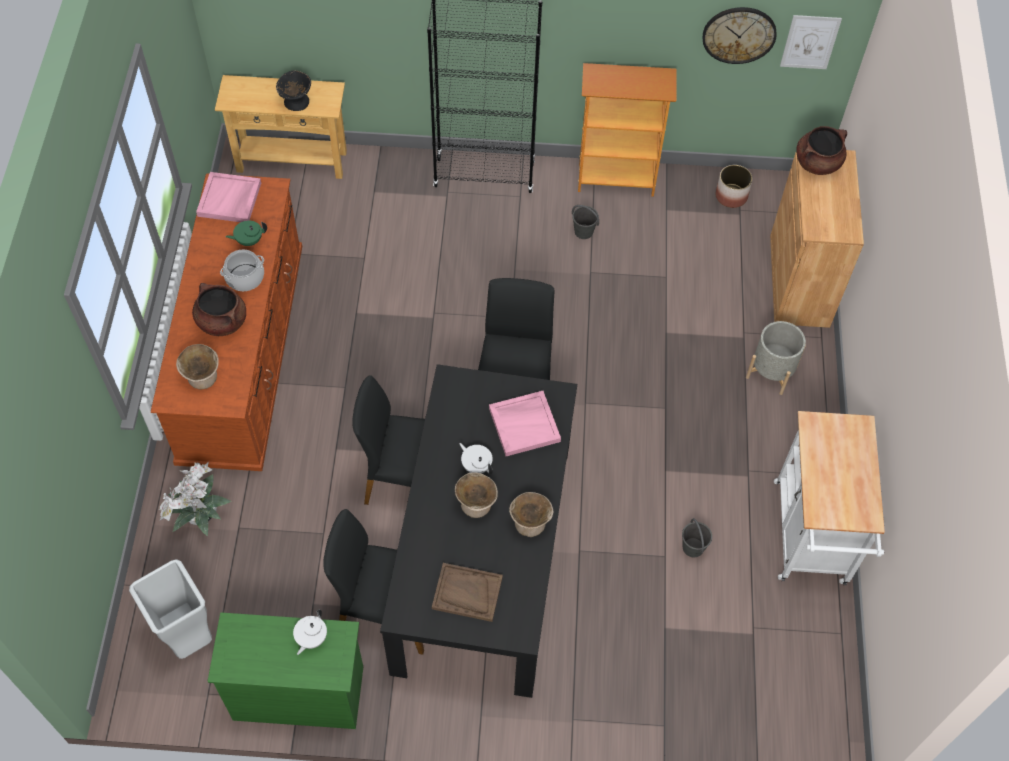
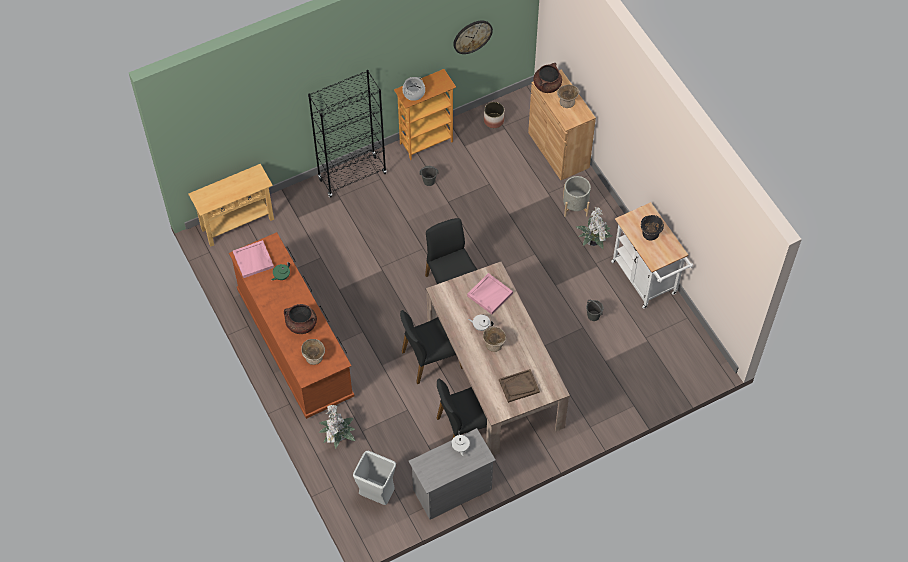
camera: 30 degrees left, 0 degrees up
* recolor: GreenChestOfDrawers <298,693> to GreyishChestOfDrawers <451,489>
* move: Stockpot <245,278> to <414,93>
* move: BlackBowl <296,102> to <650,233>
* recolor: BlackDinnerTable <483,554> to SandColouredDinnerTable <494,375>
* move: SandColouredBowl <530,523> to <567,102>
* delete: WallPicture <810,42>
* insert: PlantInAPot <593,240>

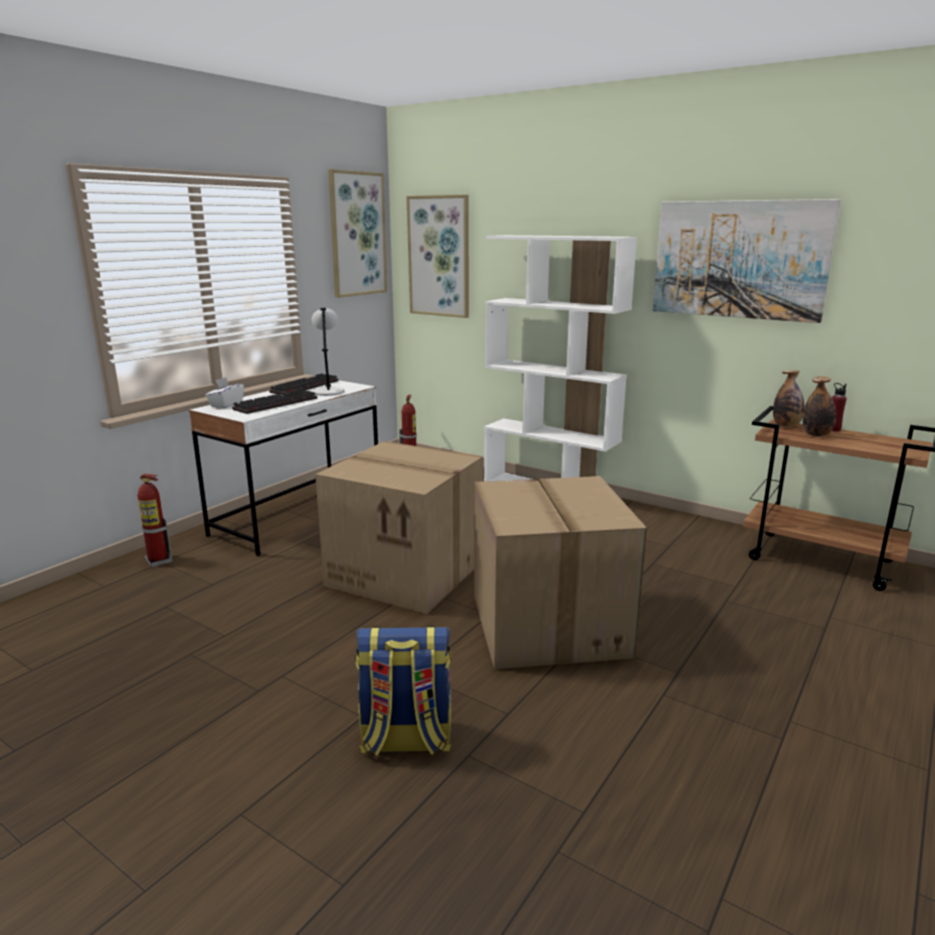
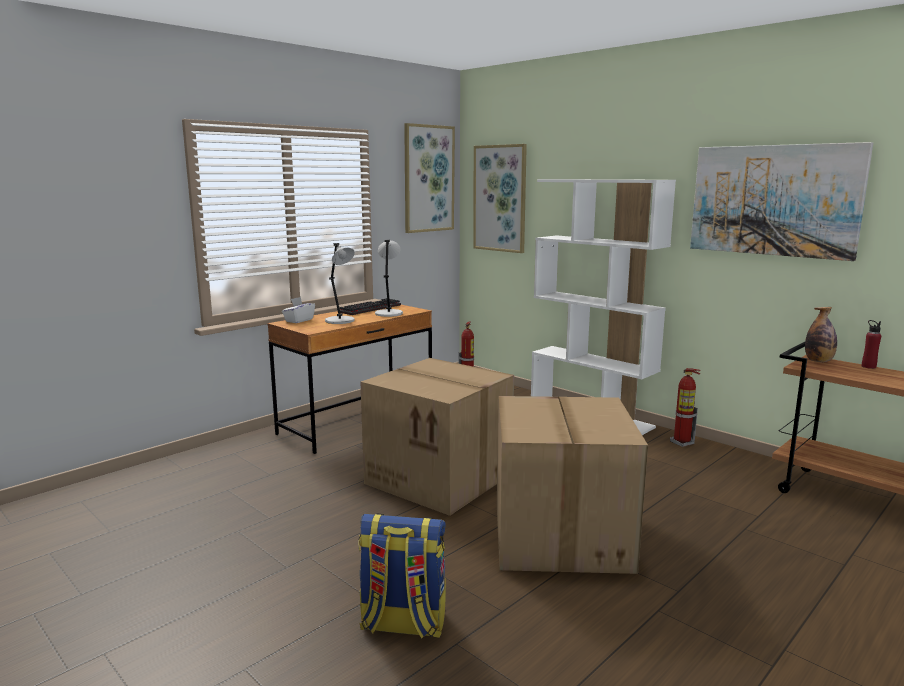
camera: 10 degrees right, 5 degrees down
* move: Extinguisher <159,561> to <682,443>
* recolor: WhitishDesk <299,516> to BrownDesk <357,423>
* replace: PcKeyboard <276,403> to GreyishTabletopLamp <341,321>
* delete: BeverageBottle <816,434>

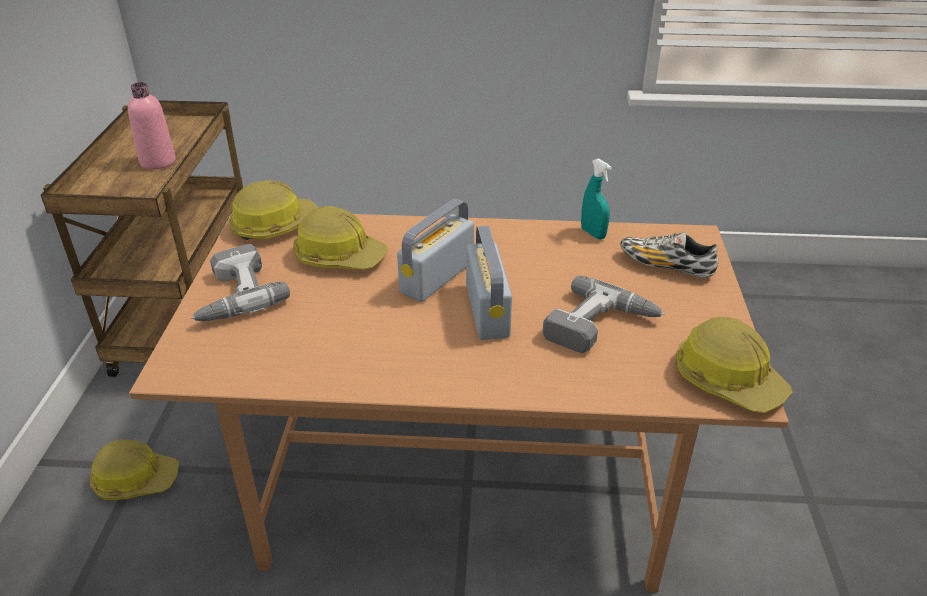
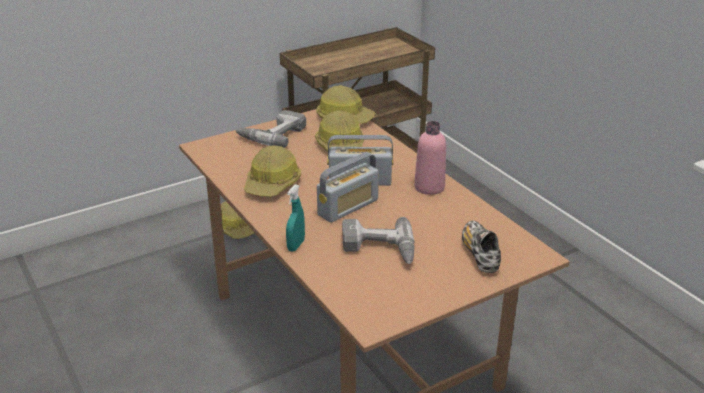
camera: 55 degrees right, 5 degrees down
* move: PinkBeverageBottle <158,162> to <429,187>
* move: TurquoiseSprayBottle <593,233> to <296,245>
* move: HardHat <727,379> to <272,184>

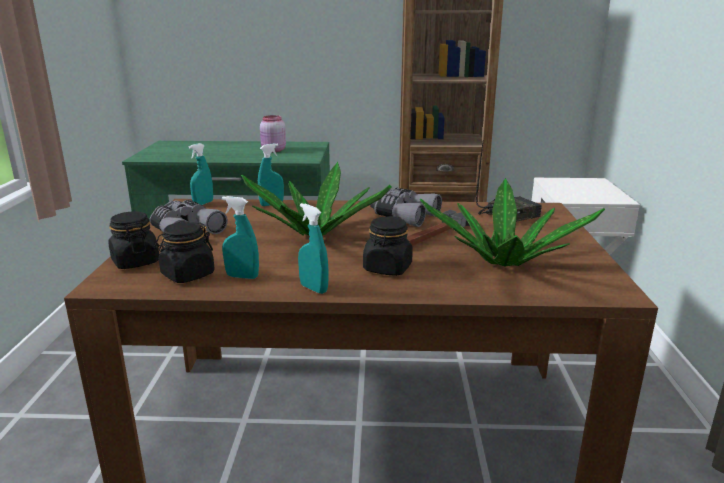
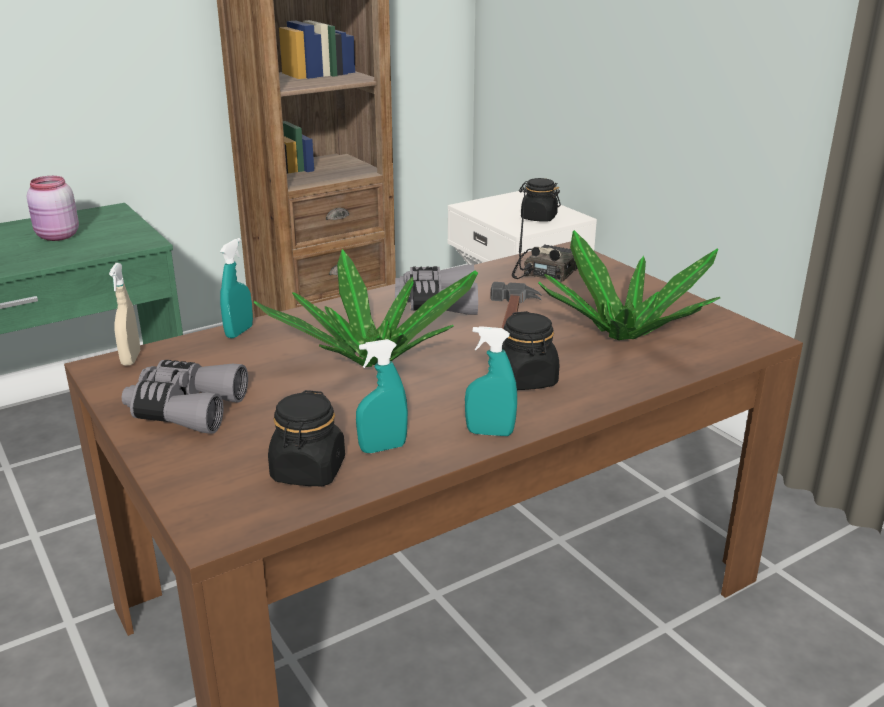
camera: 35 degrees left, 5 degrees up
* move: BlackStorageJar <135,261> to <538,218>
* recolor: TurquoiseSprayBottle <203,203> to SandColouredSprayBottle <131,359>

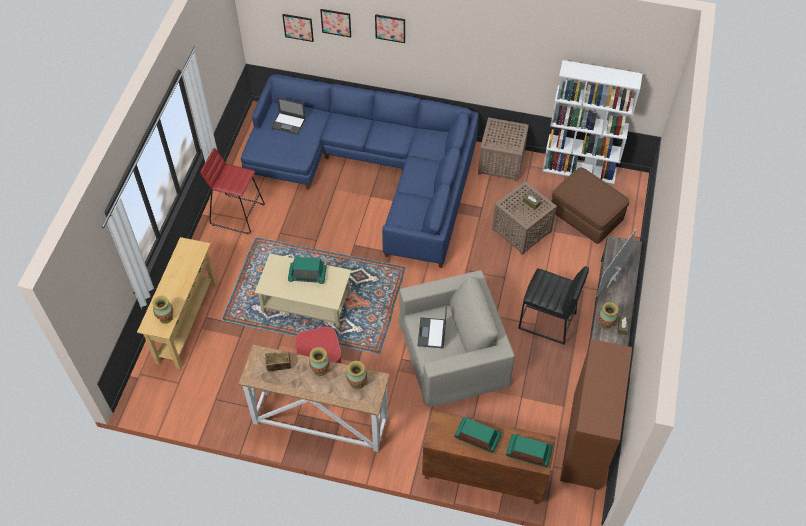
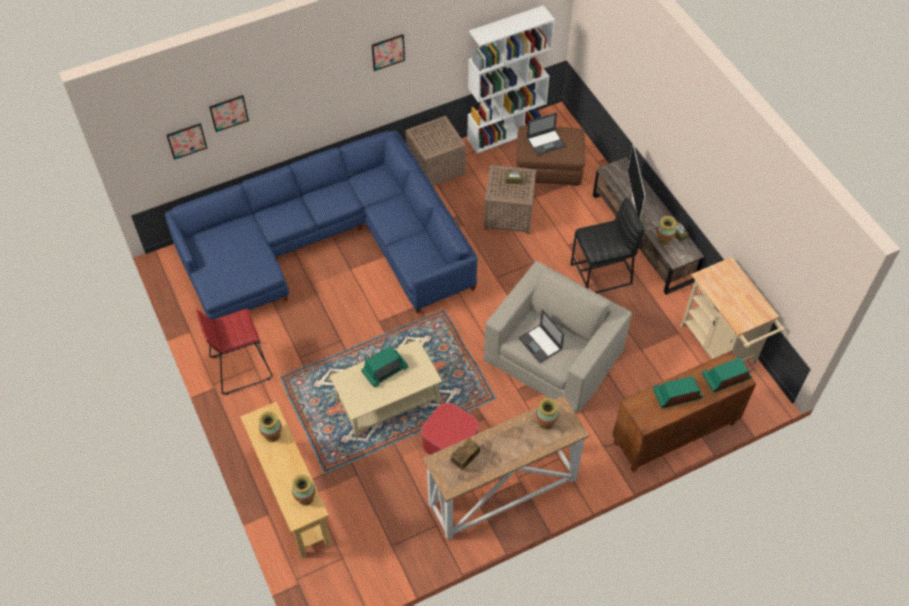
camera: 40 degrees left, 0 degrees up
* move: PortableComputer <289,123> to <546,142>
* move: FlowerVase <320,369> to <272,435>
* move: WallPicture <390,28> to <388,52>
* replace: BrownChestOfDrawers <586,441> to SandColouredTrolley <720,348>

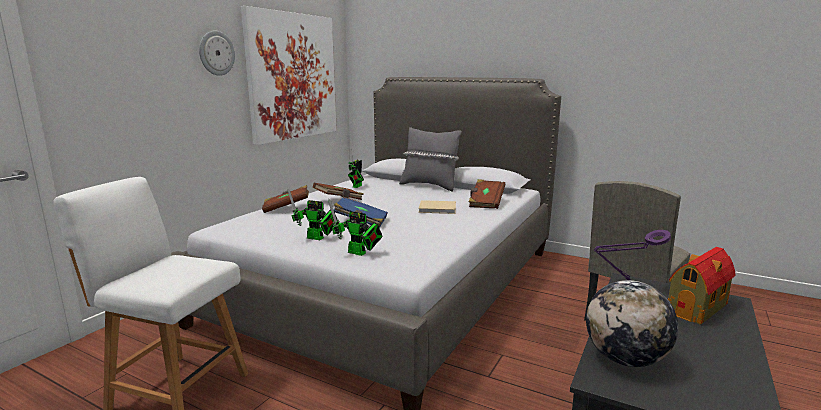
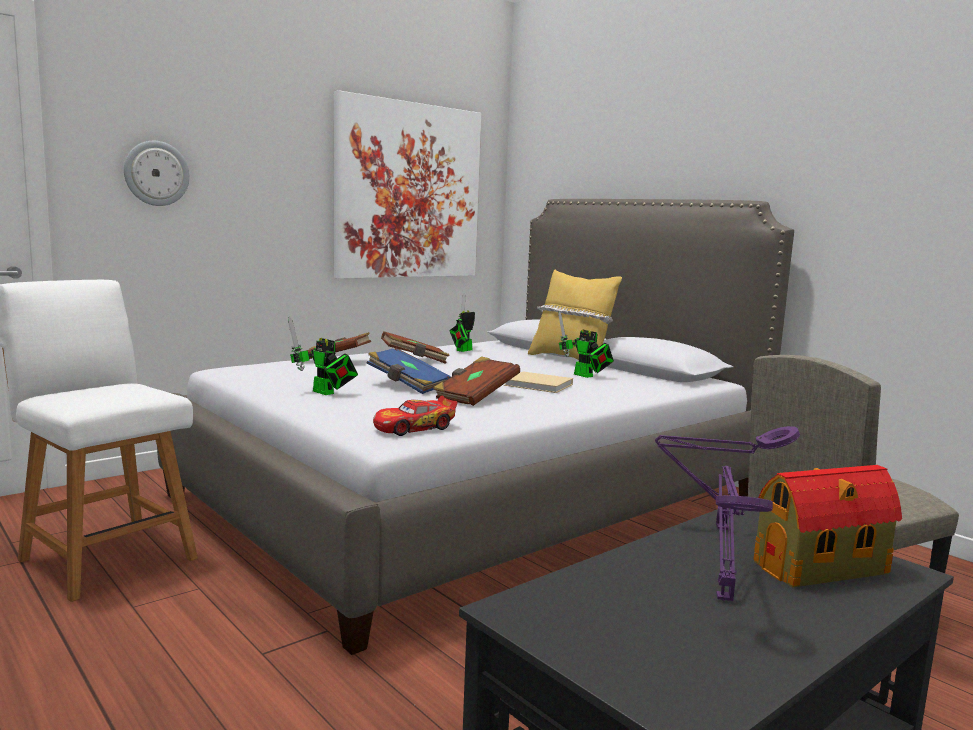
camera: 20 degrees right, 5 degrees down
* move: ClockOnTheWall <216,53> to <156,173>
* move: ToyRobot <359,253> to <585,376>
* recolor: GreyishPillow <429,186> to YellowPillow <570,360>
* move: BrownVolume <485,203> to <475,397>
* delete: Globe <625,359>
* insert: ModelCar <414,428>
* insert: PurpleColouredTabletopLamp <724,596>

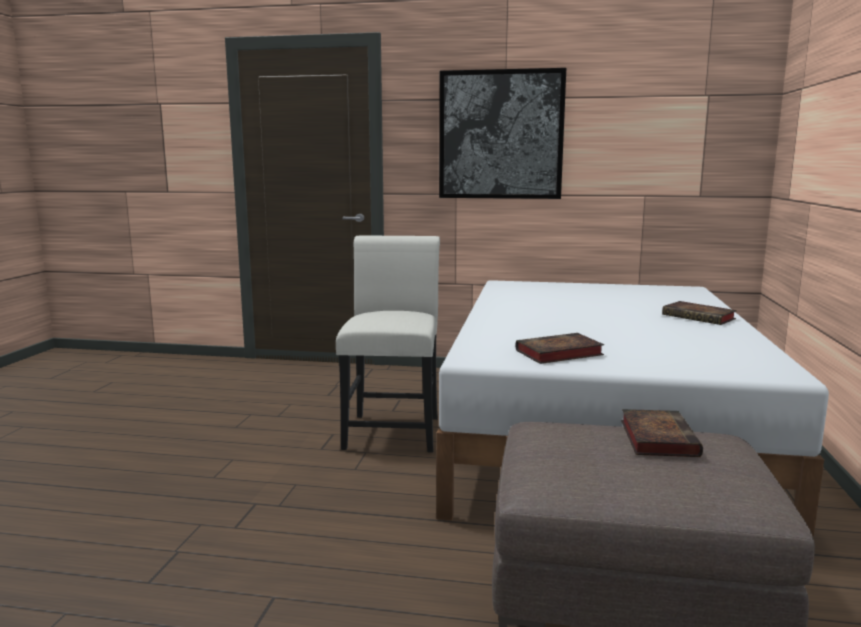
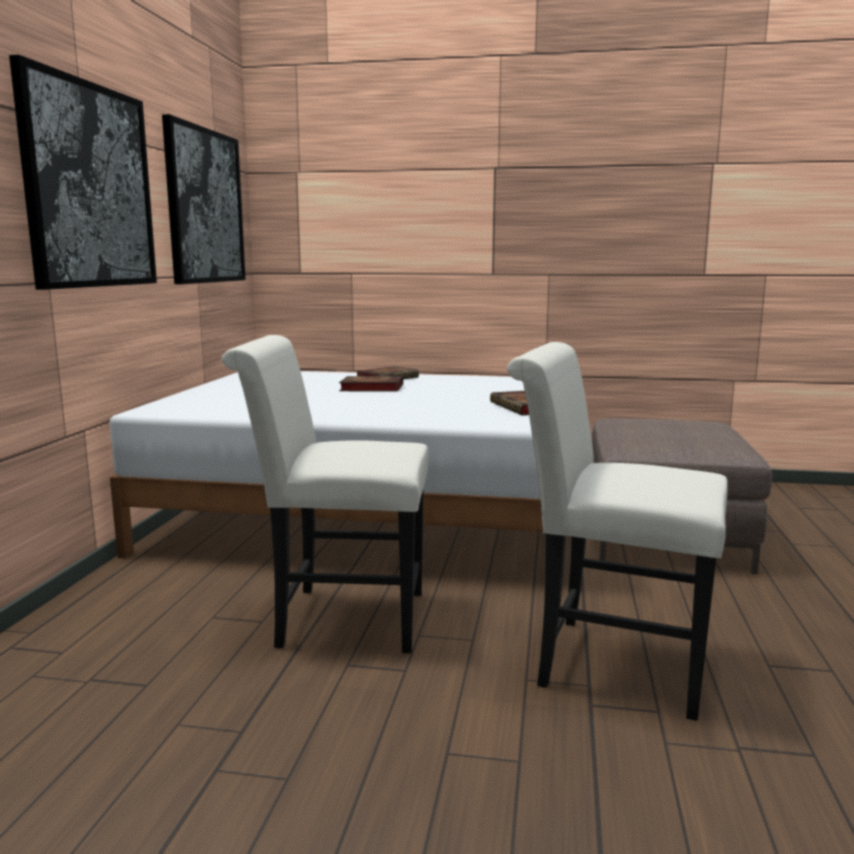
camera: 90 degrees left, 0 degrees up
* move: Volume <656,437> to <370,388>
* insert: WallPicture <205,206>
* insert: WhitishUprightChair <608,662>

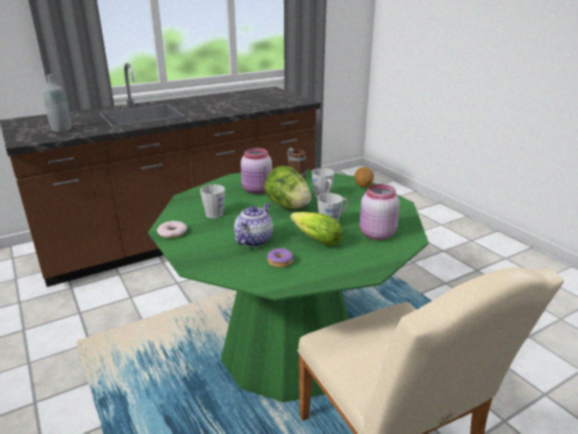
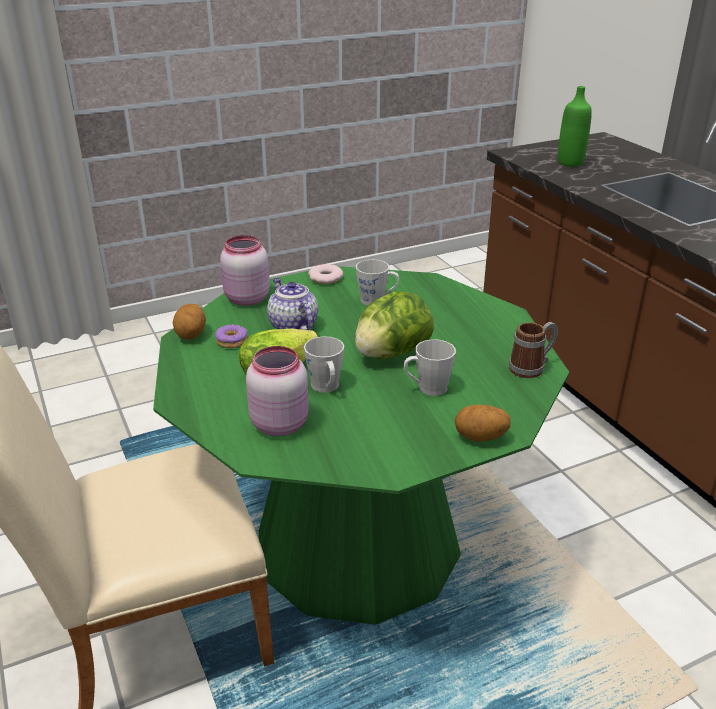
camera: 95 degrees right, 5 degrees up
* recolor: GreyishBeverageBottle <61,129> to GreenBeverageBottle <570,163>
* rotate: PotForTea <254,240> = <292,326> 150 degrees counterclockwise
* move: PinkStorageJar <257,190> to <245,299>
* insert: WholePotato <191,334>

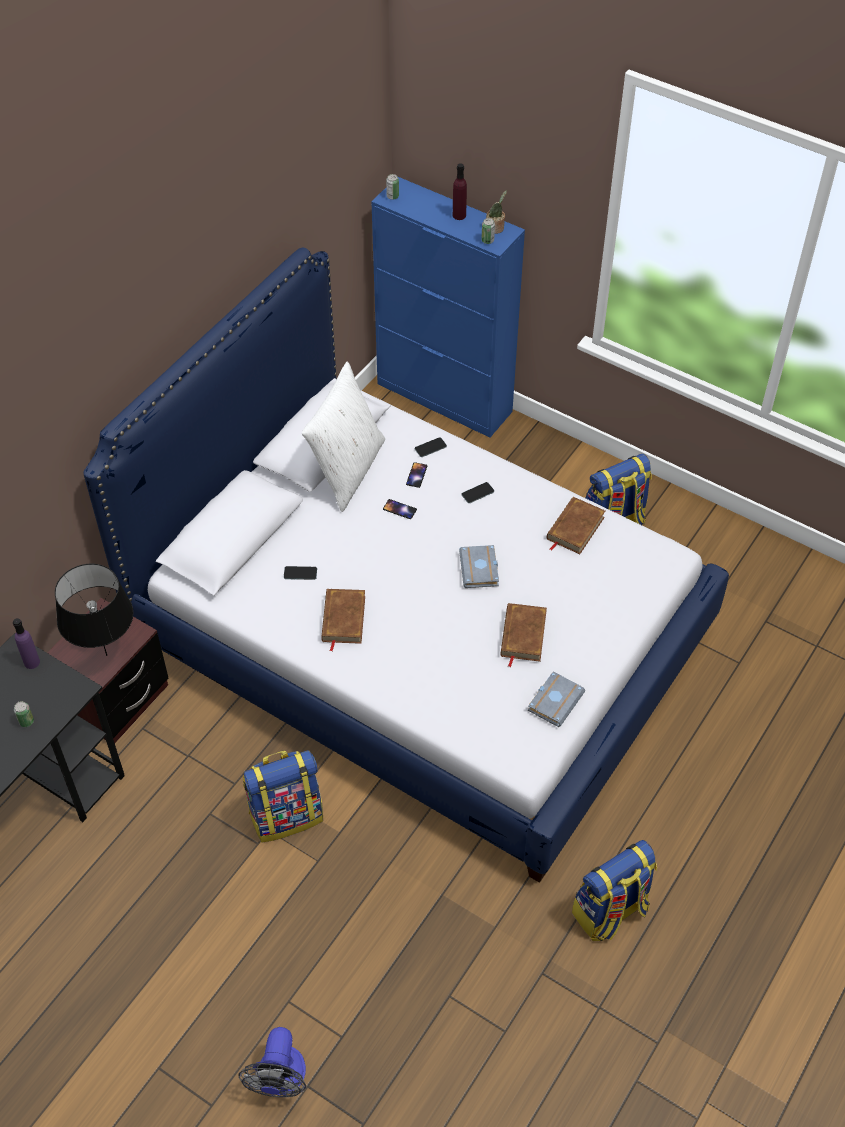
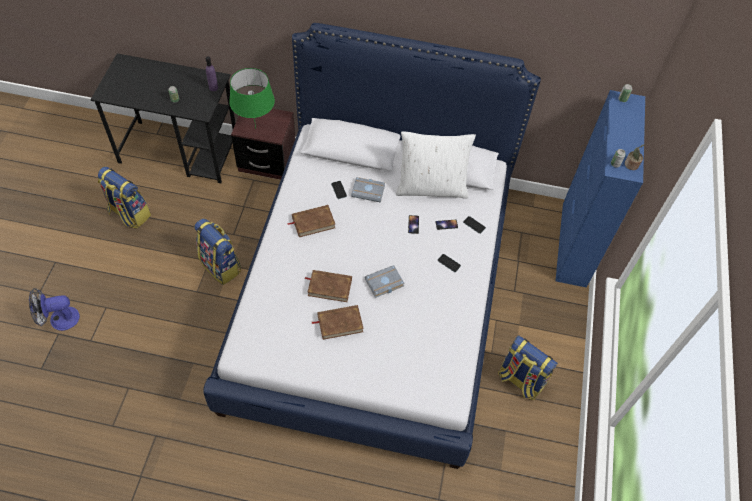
camera: 65 degrees right, 5 degrees up
* recolor: BlackTabletopLamp <106,655> to GreenTabletopLamp <255,128>
* delete: PurpleColouredBeverageBottle <459,215>
* move: GreyishVolume <554,700> to <369,191>
* move: BrownVolume <575,528> to <329,287>
* move: Rucksack <610,912> to <129,213>

